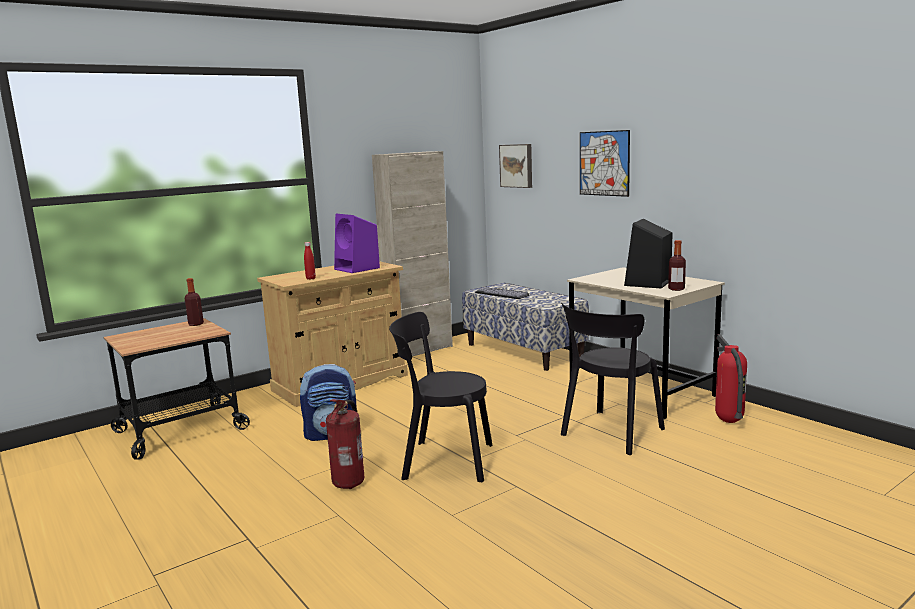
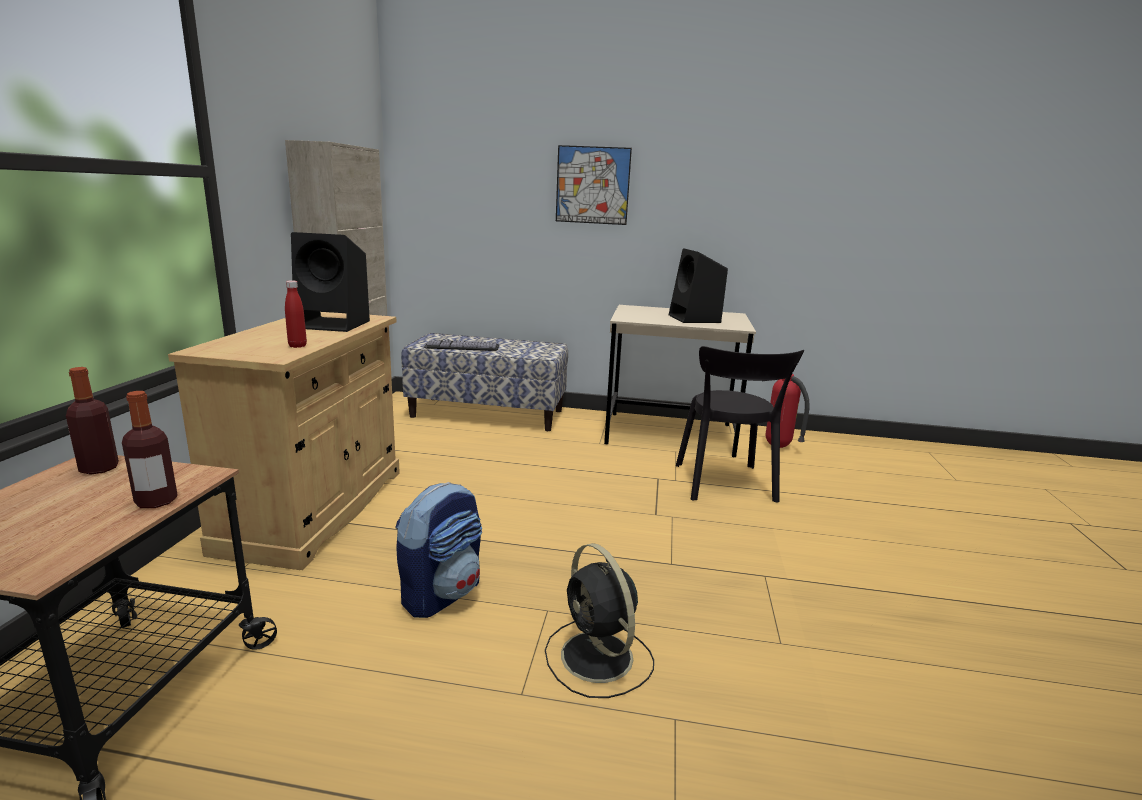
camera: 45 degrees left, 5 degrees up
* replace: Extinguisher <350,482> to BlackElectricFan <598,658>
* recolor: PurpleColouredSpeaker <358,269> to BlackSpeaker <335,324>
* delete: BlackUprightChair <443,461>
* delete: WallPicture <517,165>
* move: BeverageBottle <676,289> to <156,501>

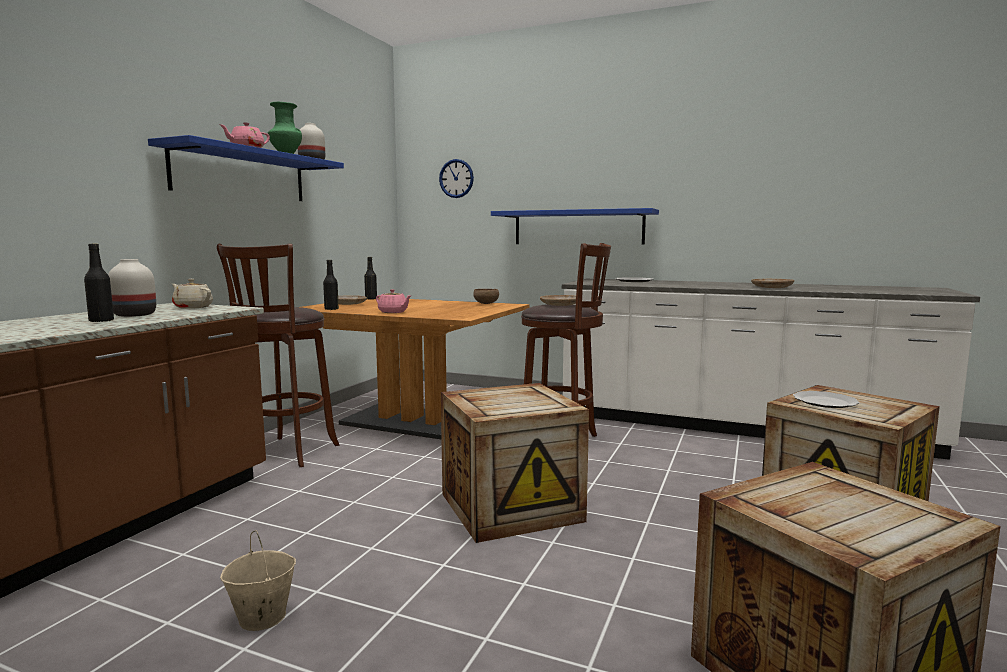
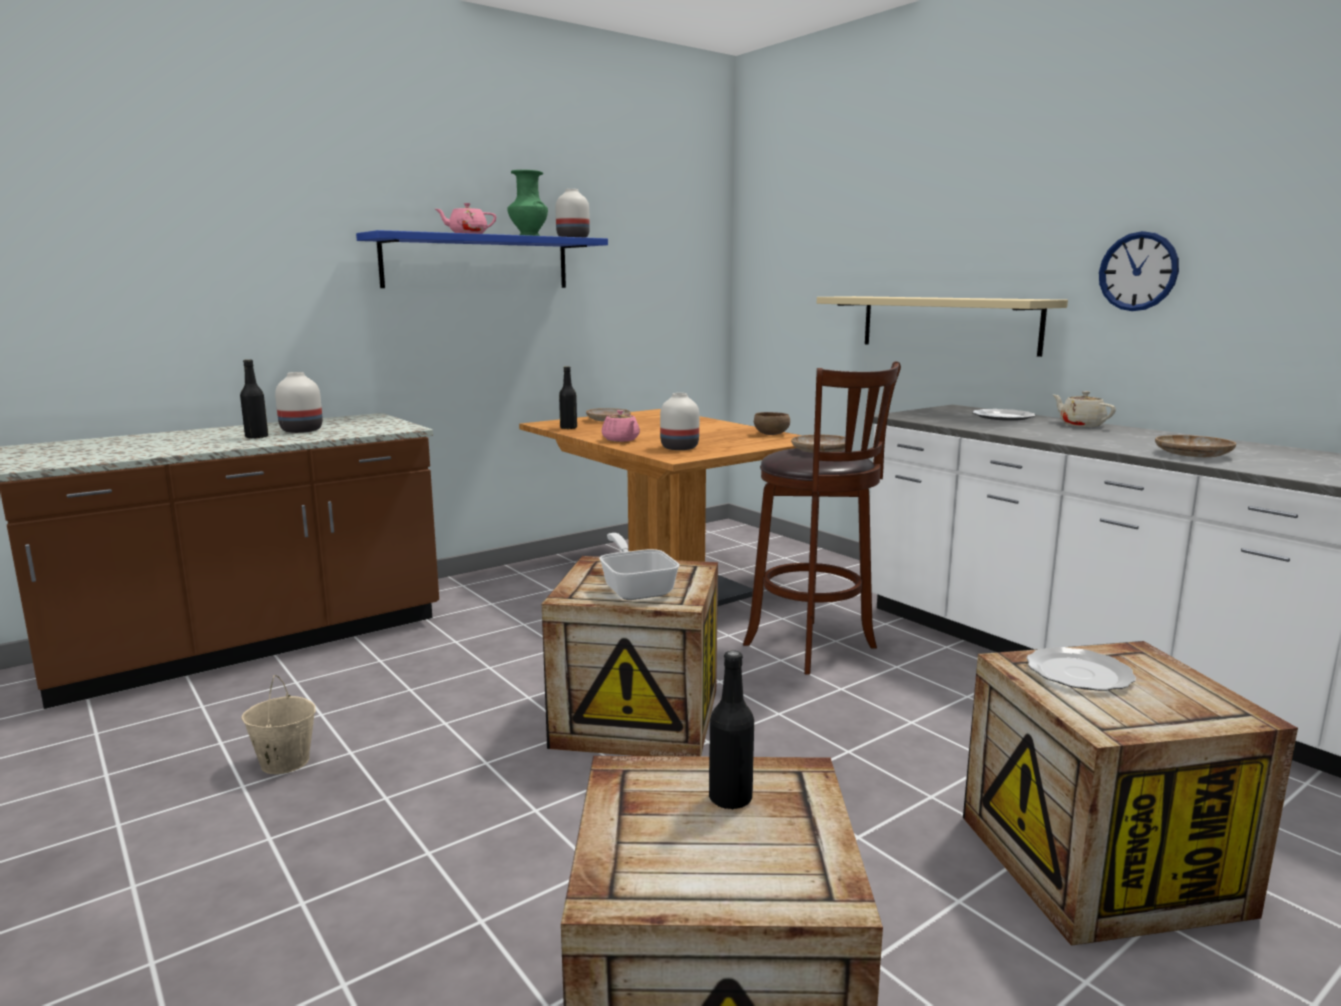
camera: 30 degrees right, 5 degrees up
* move: SandColouredPotForTea <192,307> to <1081,425>
* delete: BrownSittingStool <286,453>
* move: BlackBeverageBottle <371,299> to <730,799>
* move: ClockOnTheWall <456,178> to <1138,271>
* recolor: BlueColouredBracketShelf <578,227> to SandColouredBracketShelf <947,324>
* insert: FryingPan <636,588>
* insert: WhitishFlowerVase <680,448>

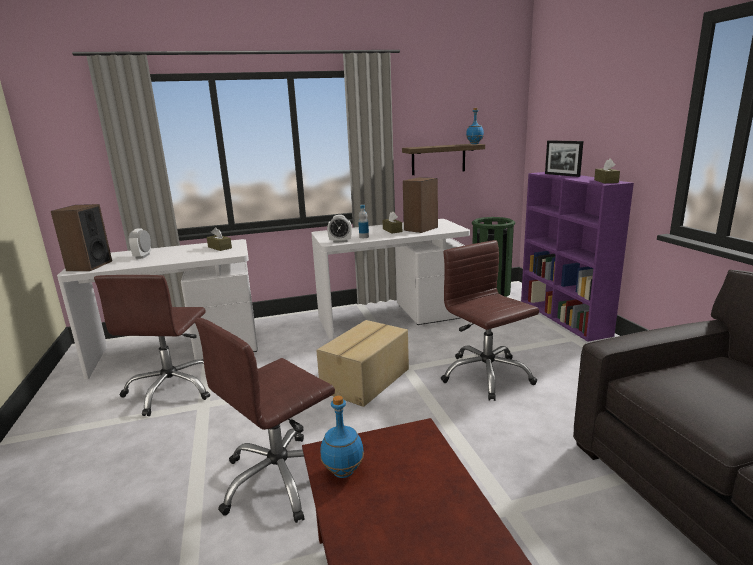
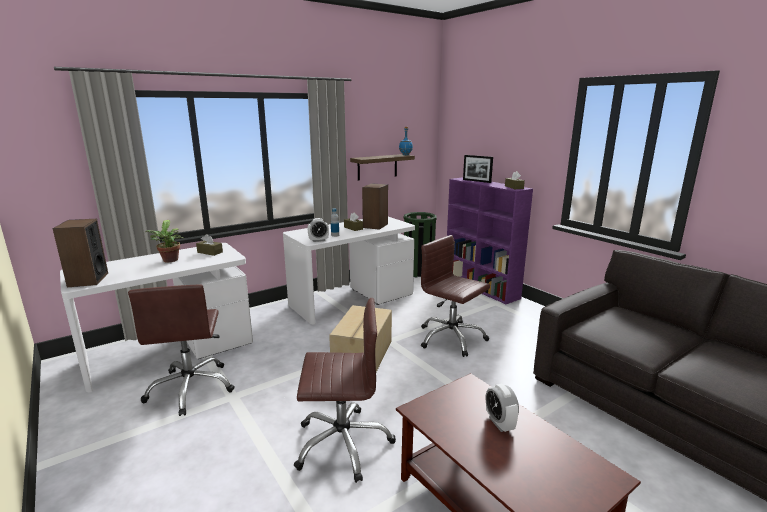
camera: 20 degrees left, 0 degrees up
* move: AlarmClock <142,256> to <499,423>
* rotate: BrownOfficeChair <280,479> = <343,443> 120 degrees counterclockwise
* delete: BlueColouredBeverageBottle <343,472>
* insert: PlantInAPot <169,261>

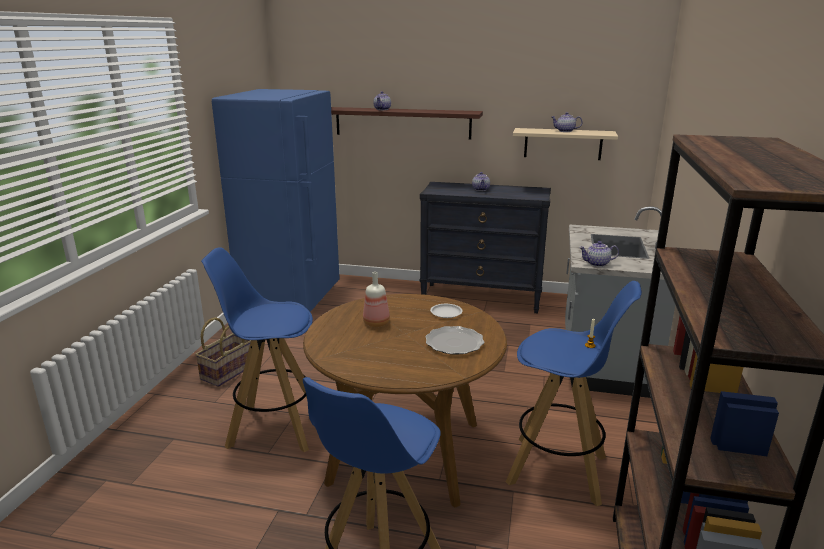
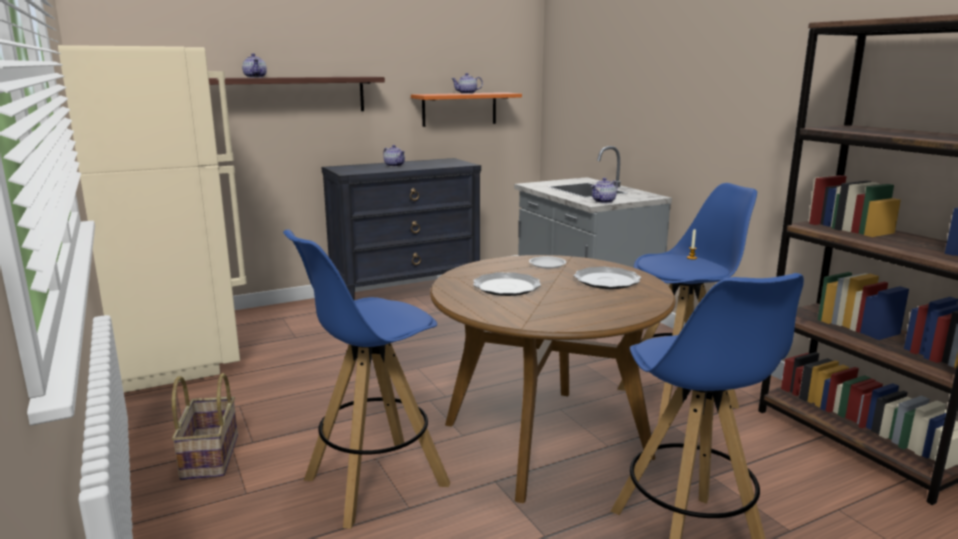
camera: 40 degrees left, 5 degrees down
* recolor: BlueColouredKitchenFridge <292,300> to SandColouredKitchenFridge <177,357>
* replace: BeverageBottle <377,323> to DinnerPlate <507,287>
* recolor: SandColouredBracketShelf <563,144> to OrangeColouredBracketShelf <459,109>

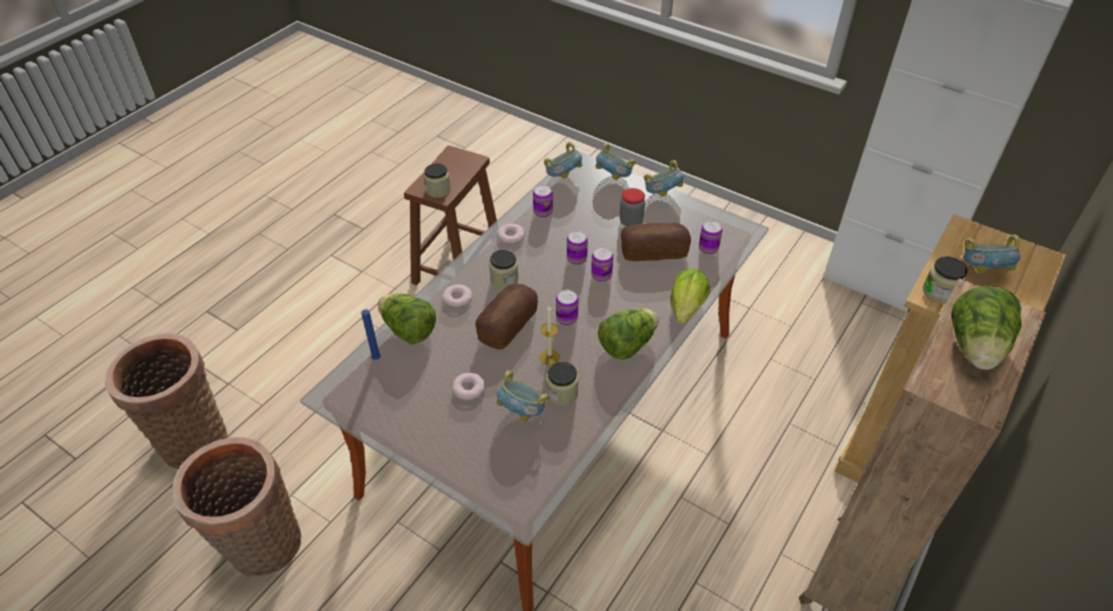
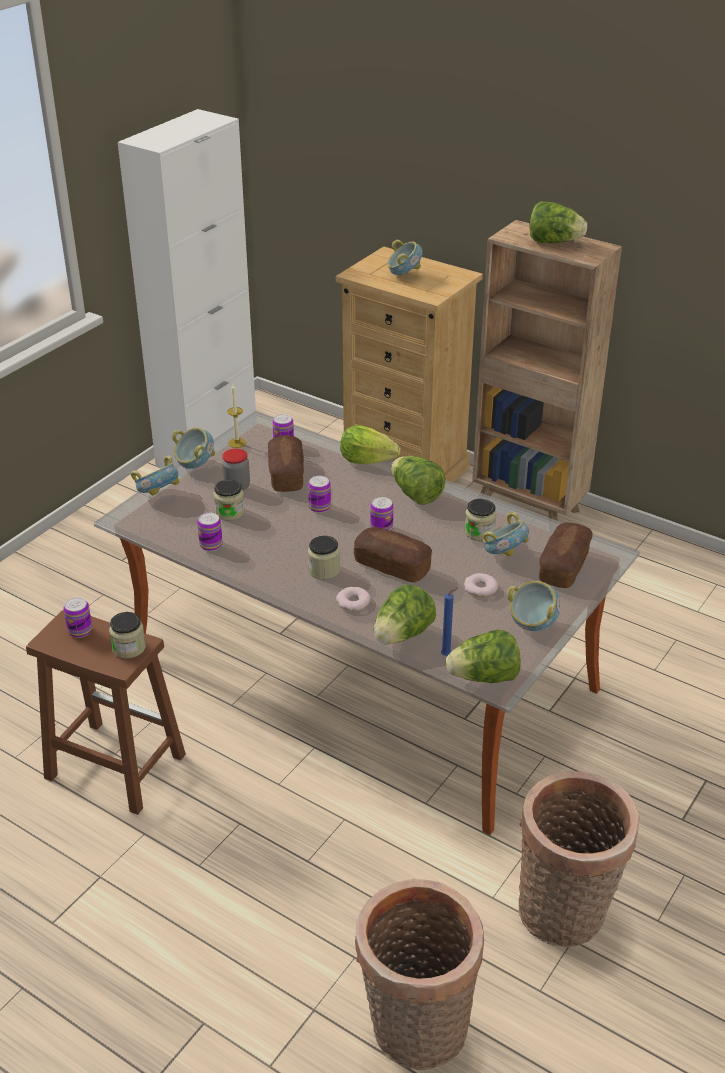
camera: 90 degrees left, 10 degrees down
* delete: Doughnut <510,236>
* move: Candle <549,357> to <237,443>
* move: Bowl <563,177> to <532,624>
* move: MetalCan <576,258> to <80,630>
* move: StorageJar <939,292> to <229,512>
* insert: LettuceHead <484,677>
* insert: BakeryBread <564,566>

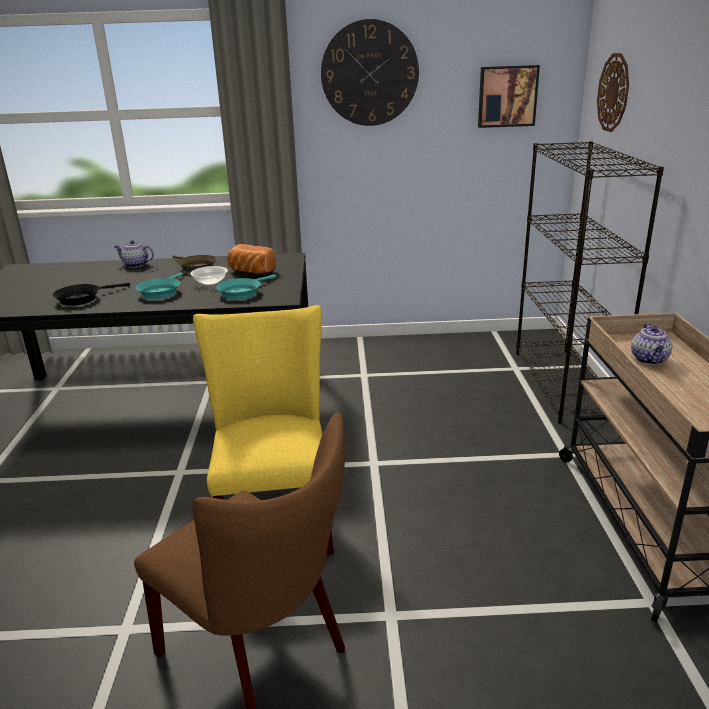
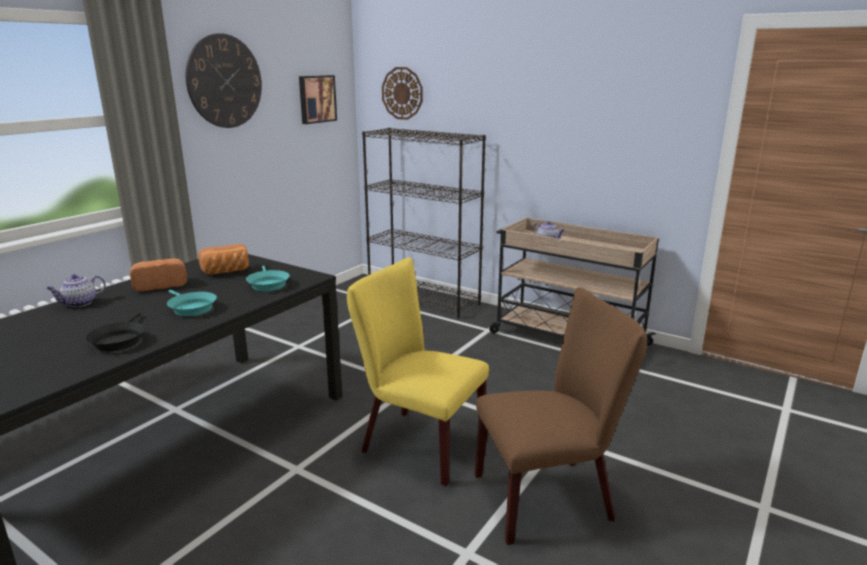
camera: 55 degrees left, 5 degrees down
* replace: BrownFryingPan <195,267> to BakeryBread <160,285>
* delete: Bowl <210,282>

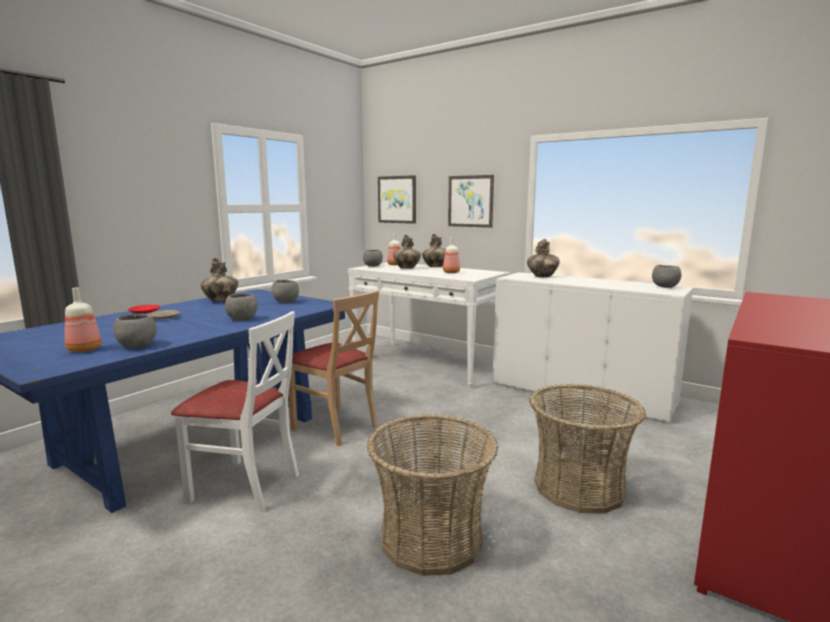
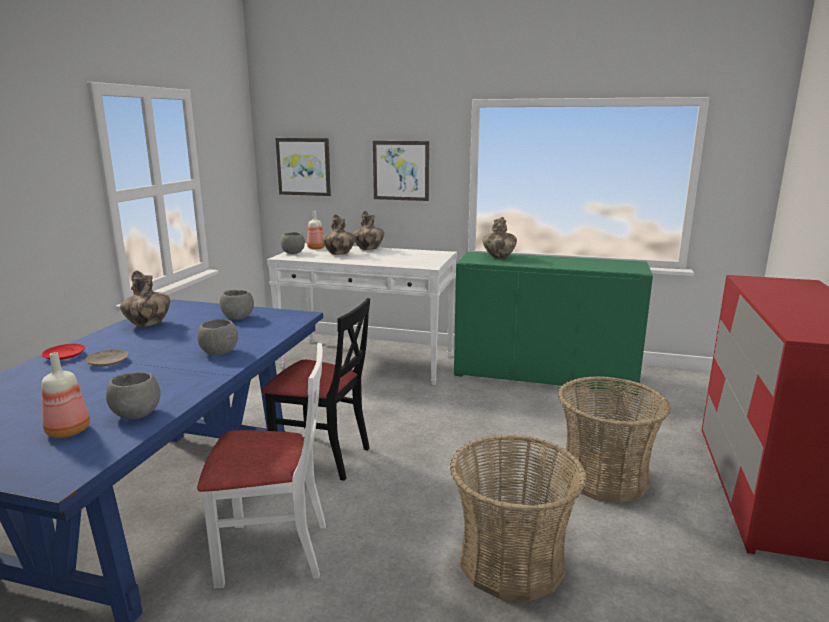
camera: 20 degrees left, 5 degrees up
* recolor: SandColouredUprightChair <335,426> to BlackUprightChair <322,457>
* delete: BeverageBottle <450,272>
* recolor: WhitishStorageCabinet <580,393> to GreenStorageCabinet <544,375>
* delete: GreyishBowl <665,287>

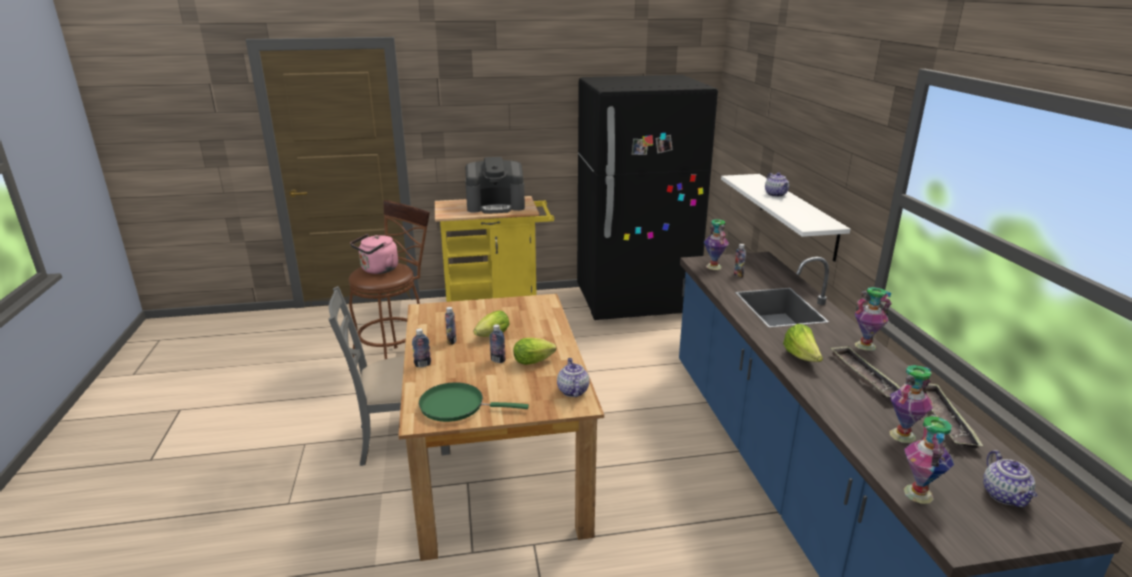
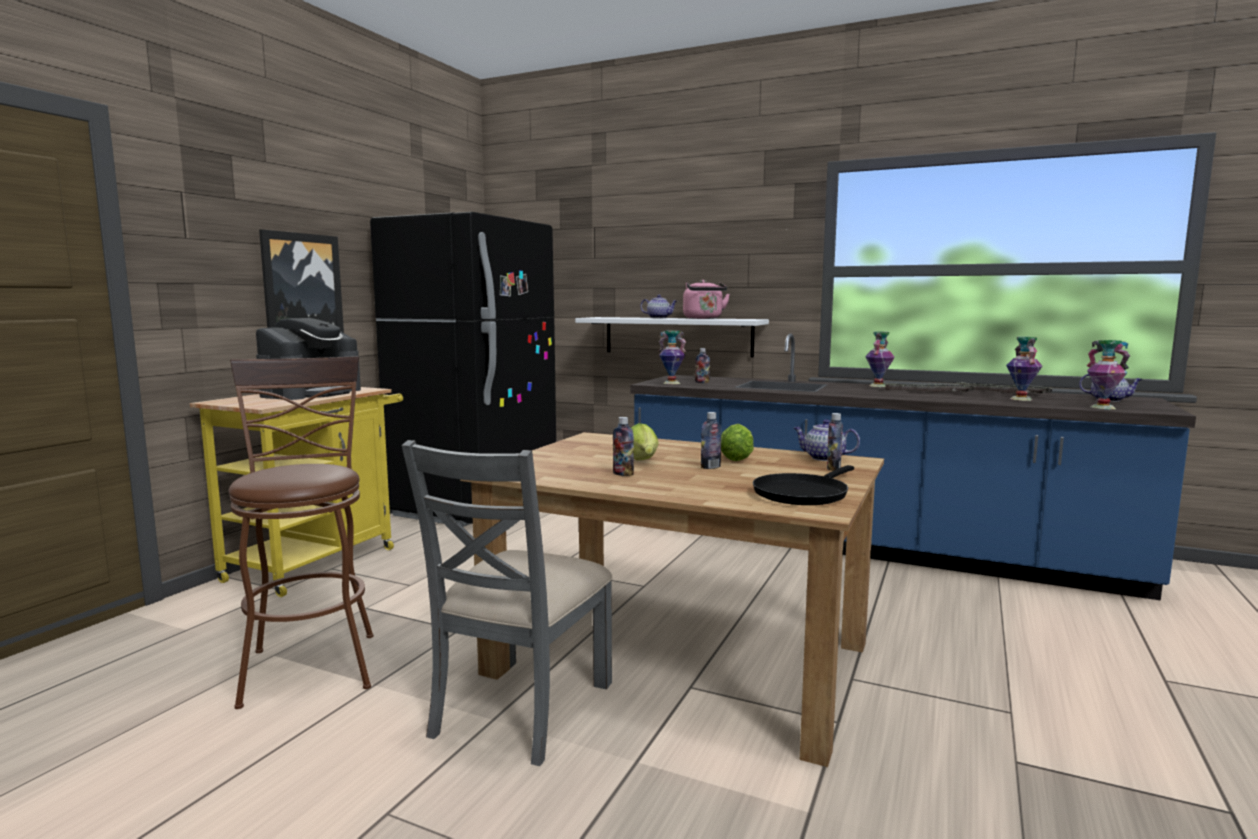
camera: 55 degrees left, 15 degrees down
* move: PinkTeaKettle <378,270> to <704,318>
* move: BeverageBottle <422,364> to <833,468>
* recolor: GreenFryingPan <457,406> to BlackFryingPan <803,493>
* delete: LettuceHead <801,357>
* insert: WallPicture <302,289>

